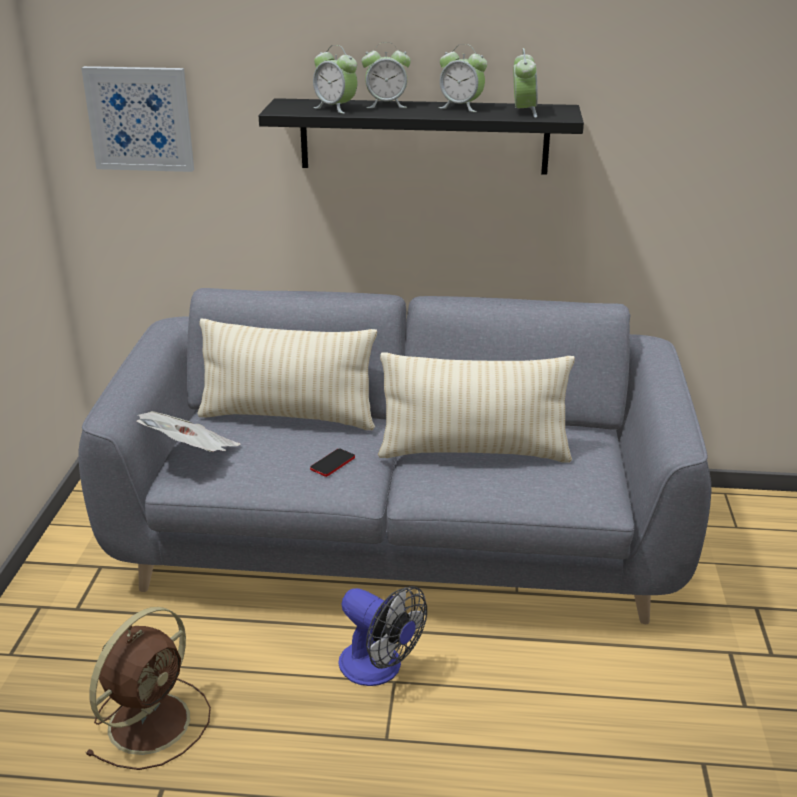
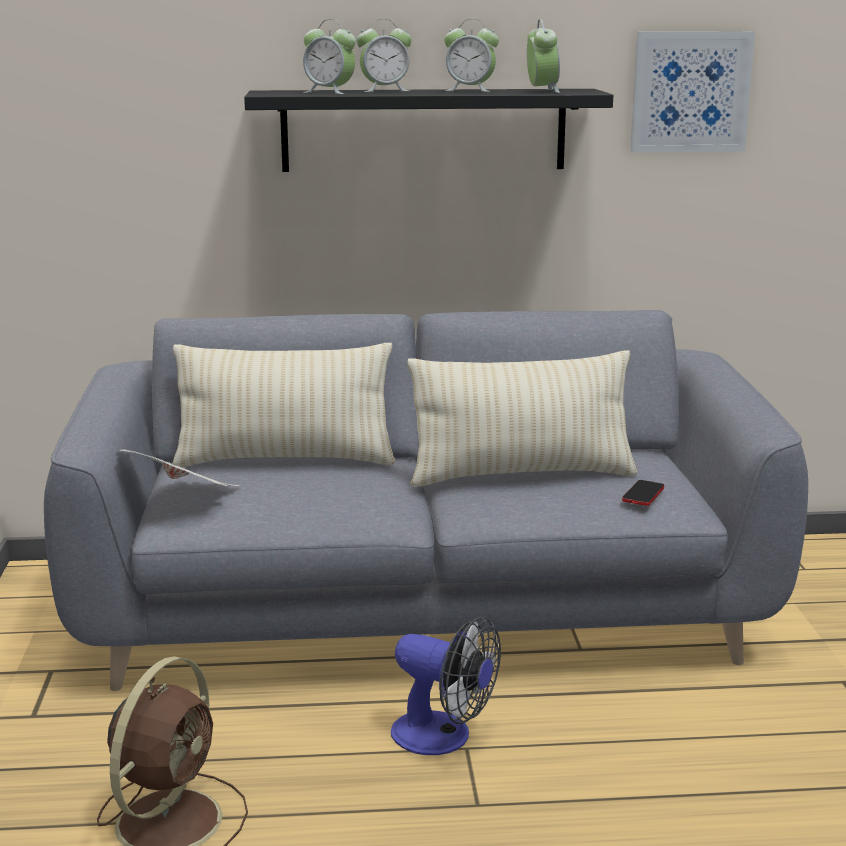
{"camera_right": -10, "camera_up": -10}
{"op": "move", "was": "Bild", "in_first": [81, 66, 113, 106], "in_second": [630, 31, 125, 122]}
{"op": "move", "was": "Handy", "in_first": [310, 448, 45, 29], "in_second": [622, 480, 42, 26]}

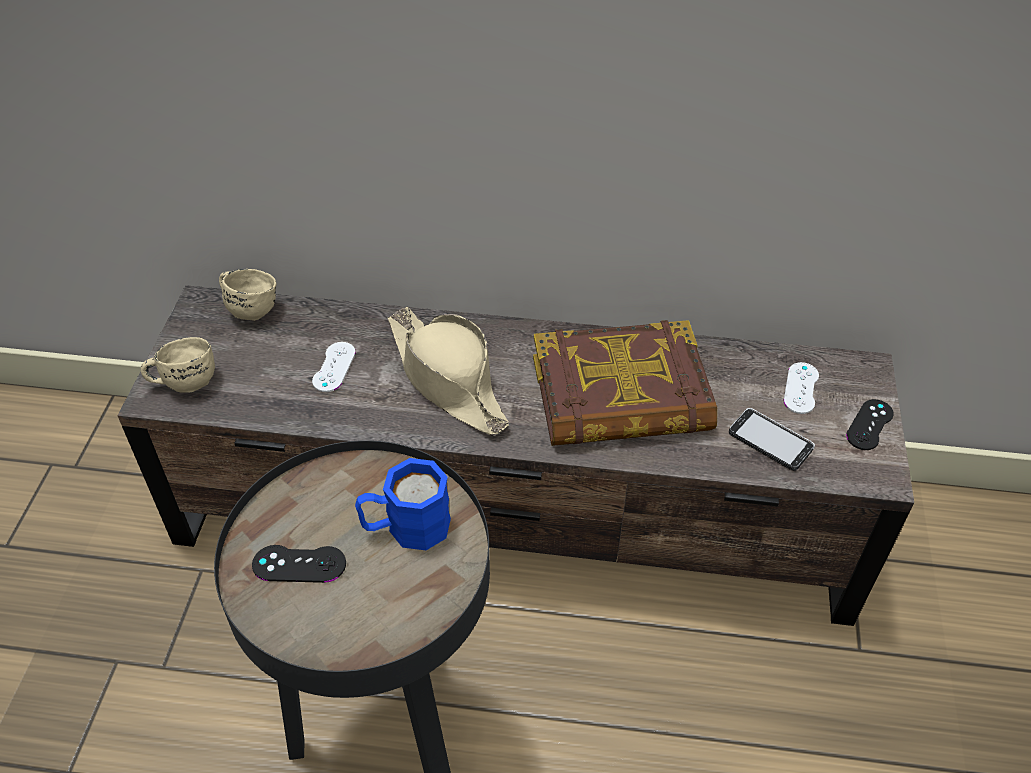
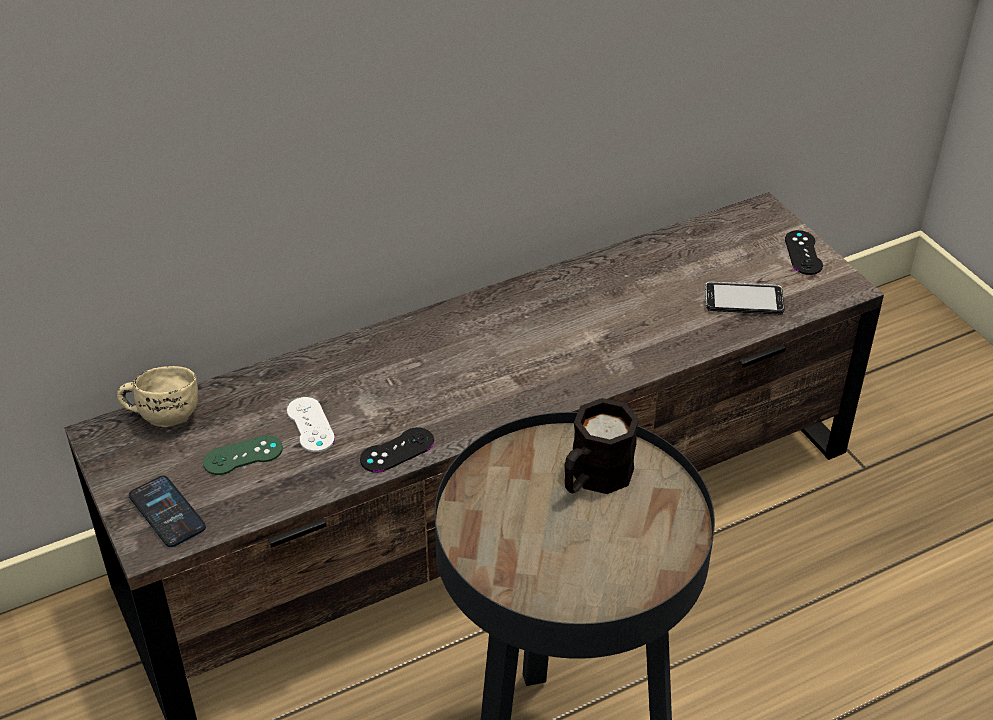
{"camera_right": -35, "camera_up": -5}
{"op": "replace", "was": "Henkelbecher (beige)", "now": "Handy", "in_first": [141, 337, 74, 56], "in_second": [129, 475, 77, 72]}
{"op": "move", "was": "Gamepad (schwarz)", "in_first": [252, 545, 94, 38], "in_second": [360, 427, 74, 46]}
{"op": "recolor", "was": "Henkelbecher (blau)", "now": "Henkelbecher (schwarz)", "in_first": [355, 458, 96, 92], "in_second": [564, 398, 75, 96]}
{"op": "delete", "was": "Hut (beige)", "in_first": [388, 307, 121, 129]}
{"op": "delete", "was": "Buch", "in_first": [533, 320, 184, 126]}
{"op": "delete", "was": "Gamepad (weiß)", "in_first": [784, 362, 35, 52]}
{"op": "insert", "now": "Gamepad (grün)", "in_second": [203, 435, 80, 40]}

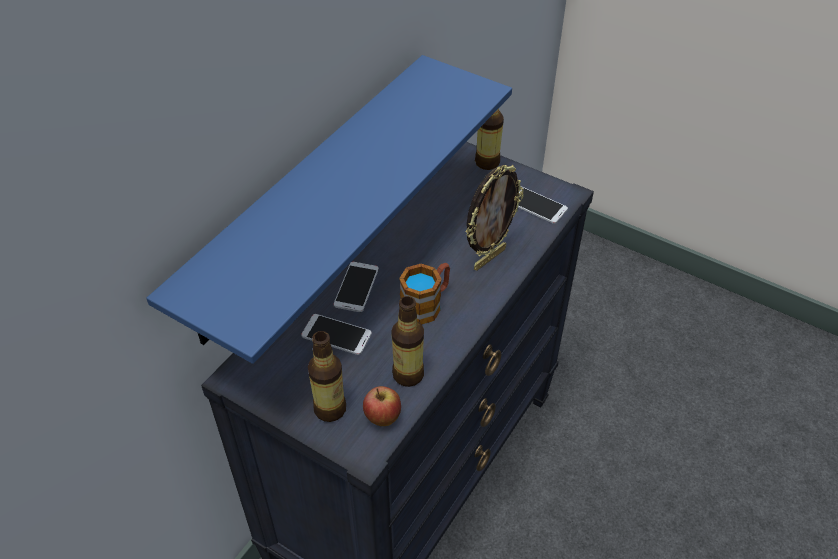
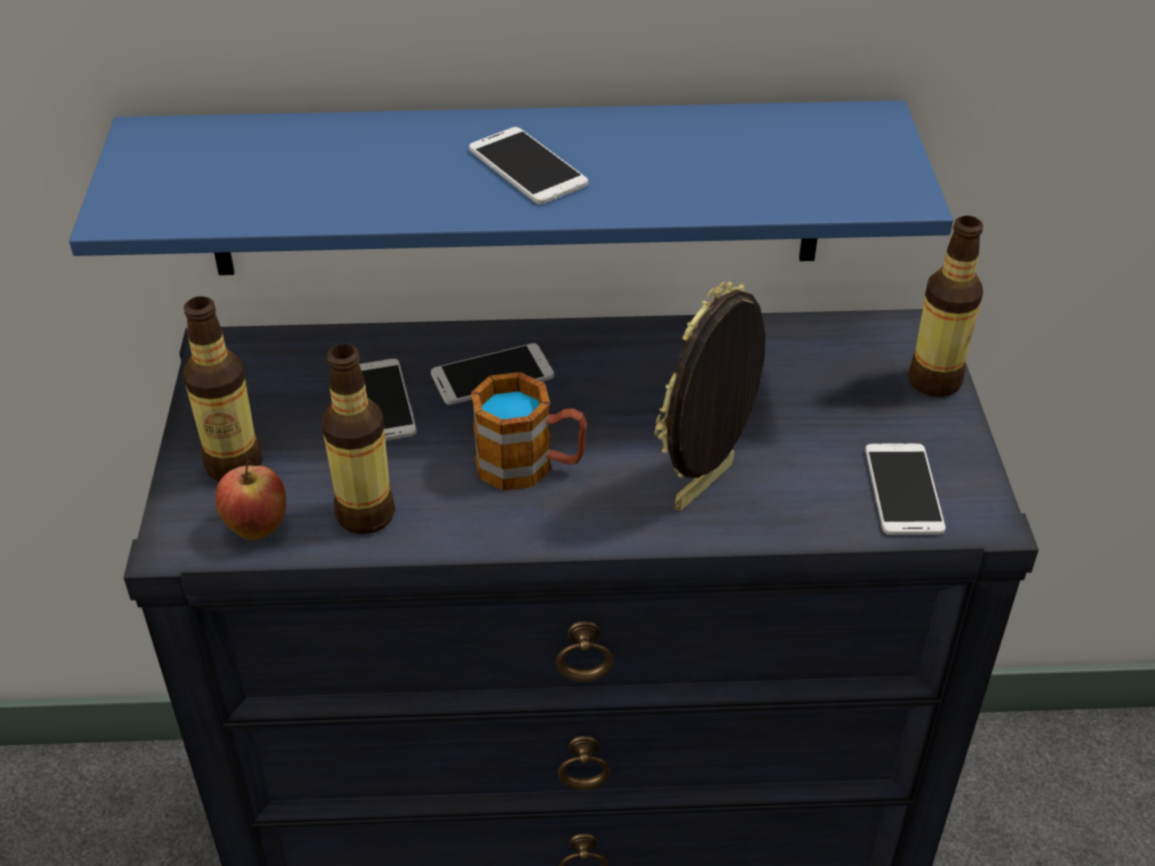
{"camera_right": 55, "camera_up": -5}
{"op": "rotate", "was": "Bilderrahmen", "in_first": [466, 165, 58, 106], "in_second": [654, 282, 111, 229], "clockwise": 120}
{"op": "insert", "now": "Handy", "in_second": [469, 127, 119, 77]}

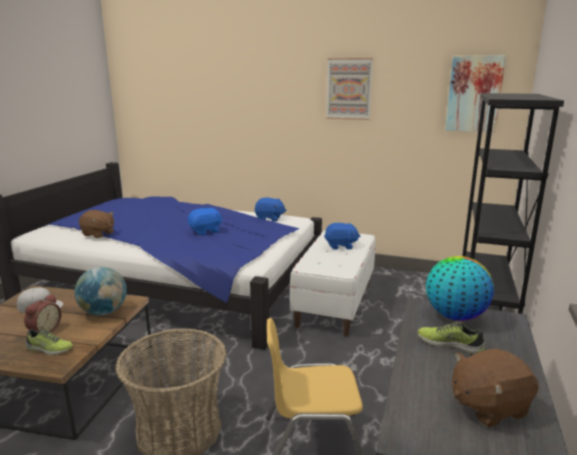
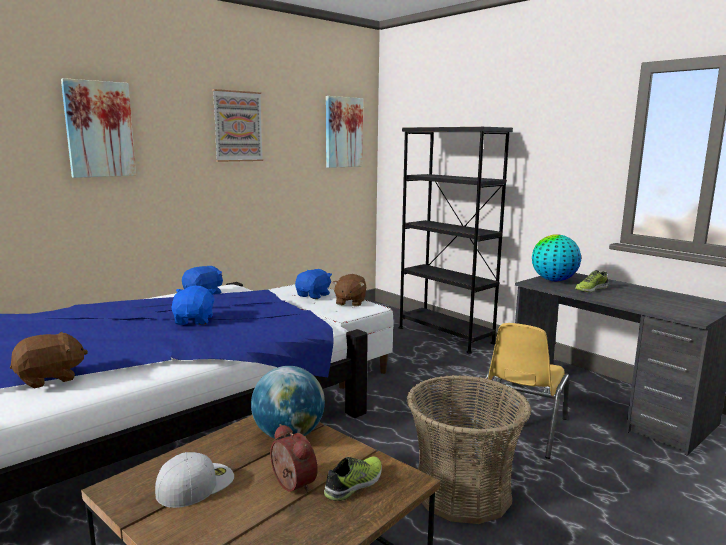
{"camera_right": -60, "camera_up": -5}
{"op": "move", "was": "Plüschtier (braun)", "in_first": [452, 349, 87, 78], "in_second": [332, 274, 34, 32]}
{"op": "insert", "now": "Bild", "in_second": [61, 78, 75, 100]}

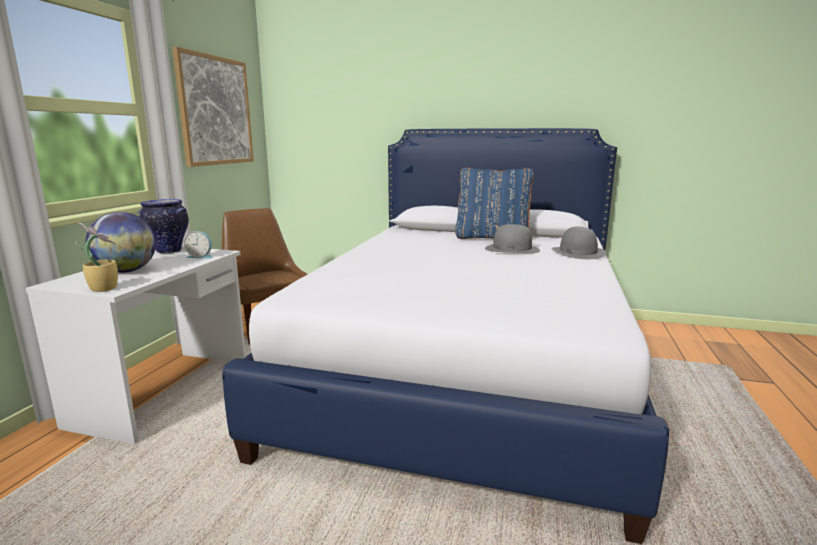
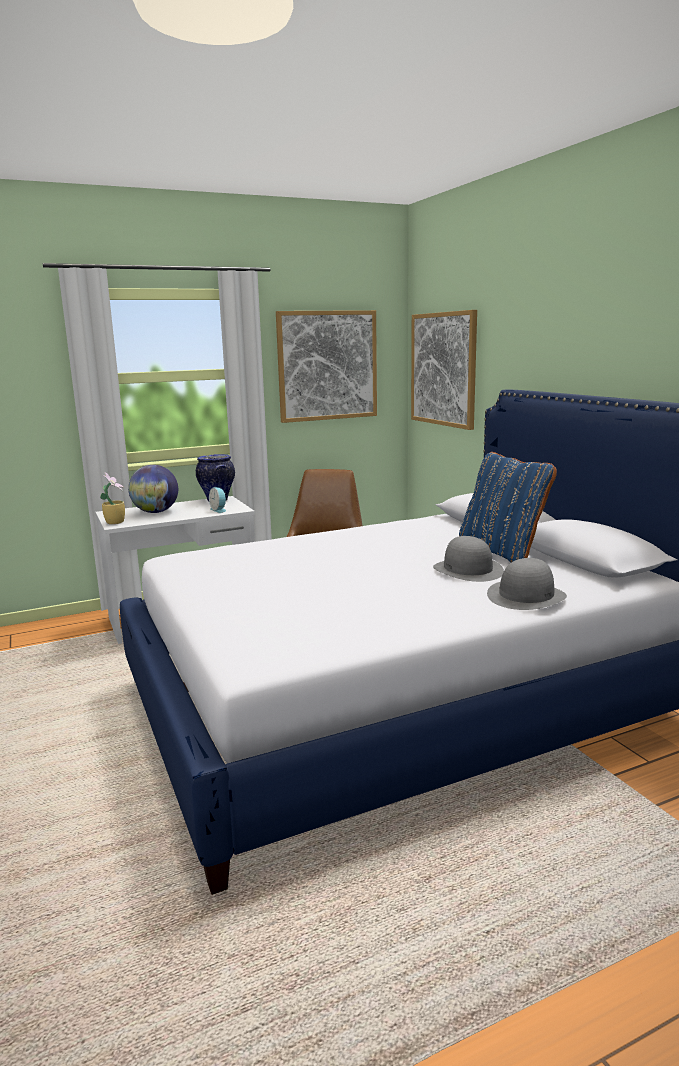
{"camera_right": 50, "camera_up": 0}
{"op": "insert", "now": "Bild", "in_second": [411, 310, 66, 120]}

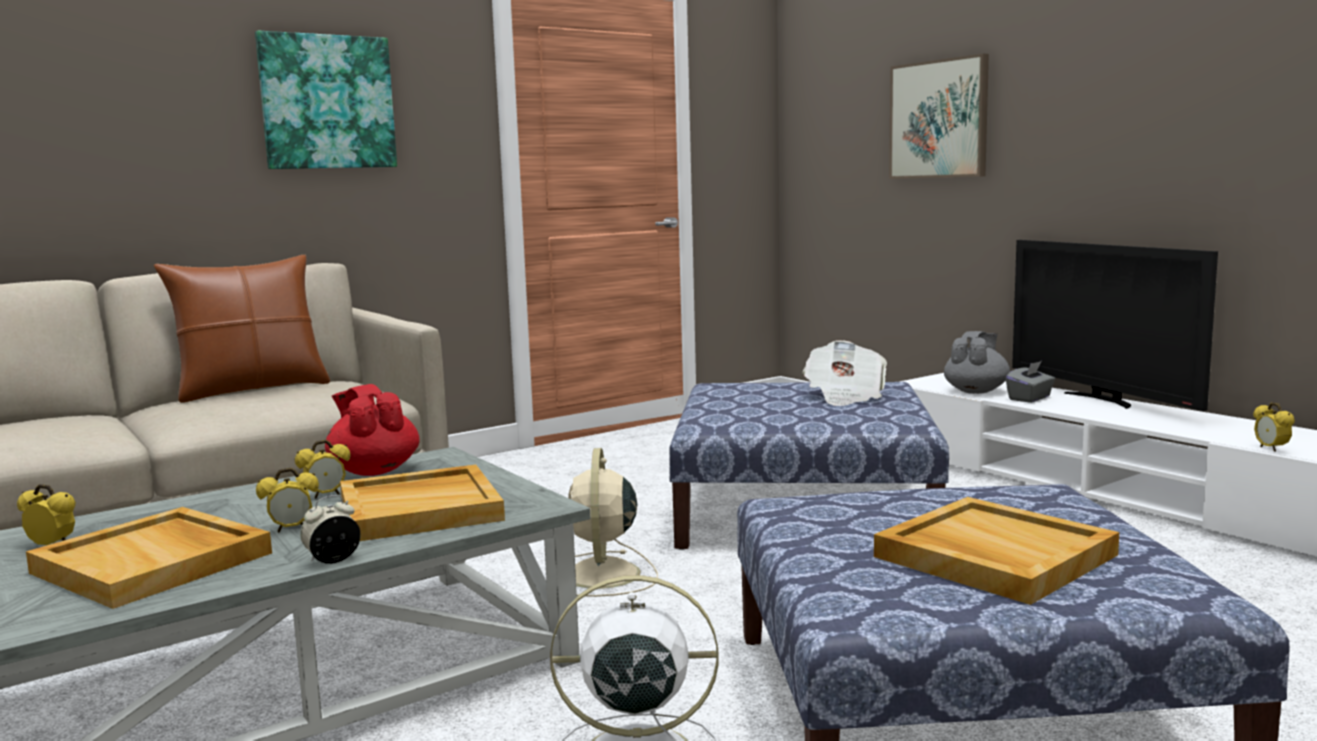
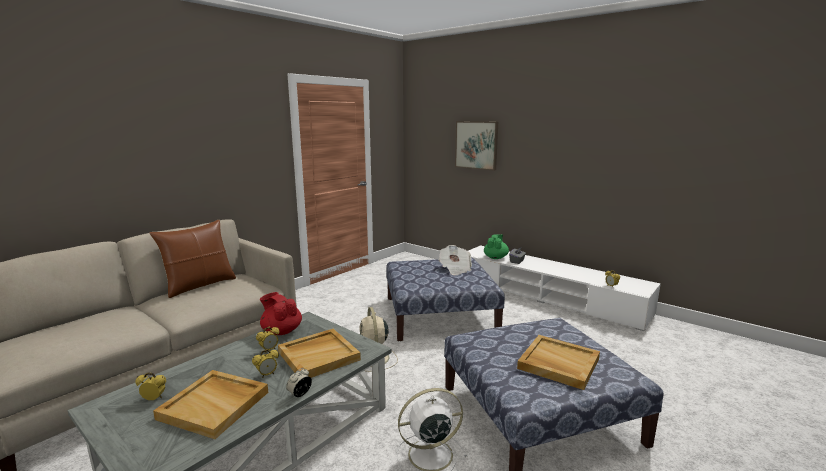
{"camera_right": -15, "camera_up": 5}
{"op": "delete", "was": "Bild", "in_first": [255, 31, 142, 138]}
{"op": "recolor", "was": "Teekanne (grau)", "now": "Teekanne (grün)", "in_first": [944, 331, 66, 63], "in_second": [484, 234, 25, 25]}
{"op": "delete", "was": "Fernseher", "in_first": [1012, 240, 206, 171]}

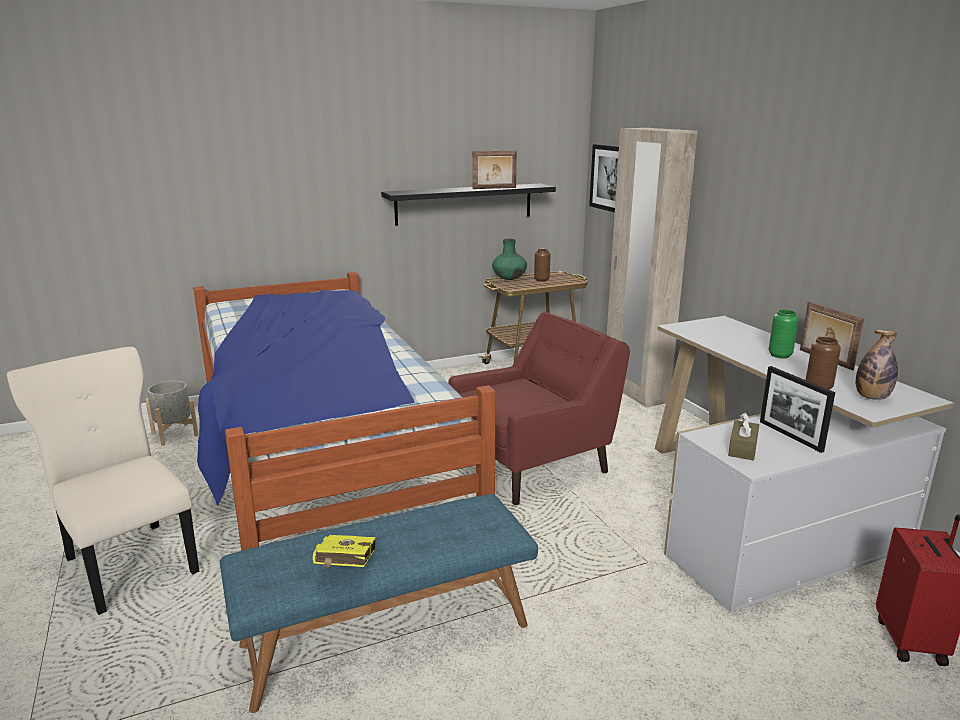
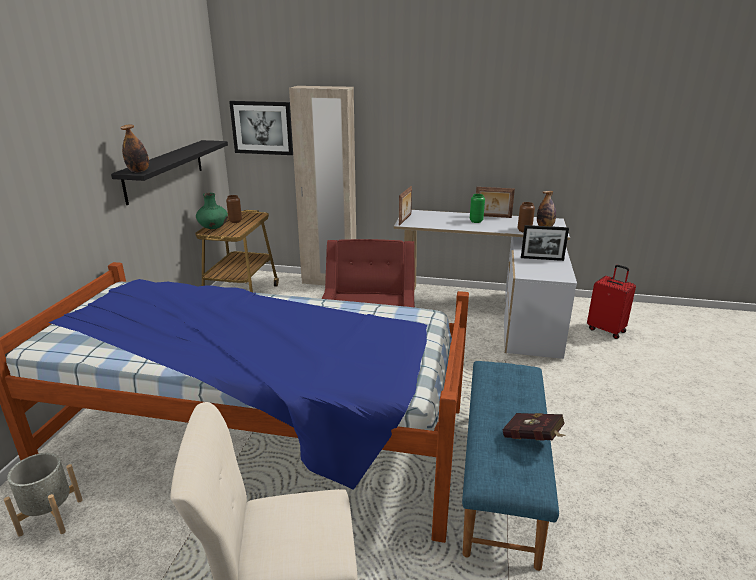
{"camera_right": -55, "camera_up": 5}
{"op": "recolor", "was": "Buch (gelb)", "now": "Buch (rot)", "in_first": [313, 535, 63, 33], "in_second": [503, 413, 63, 28]}
{"op": "move", "was": "Bilderrahmen", "in_first": [472, 150, 45, 39], "in_second": [399, 186, 13, 40]}
{"op": "delete", "was": "Taschentuchbox (braun)", "in_first": [728, 413, 31, 48]}
{"op": "insert", "now": "Flasche", "in_second": [120, 124, 29, 48]}

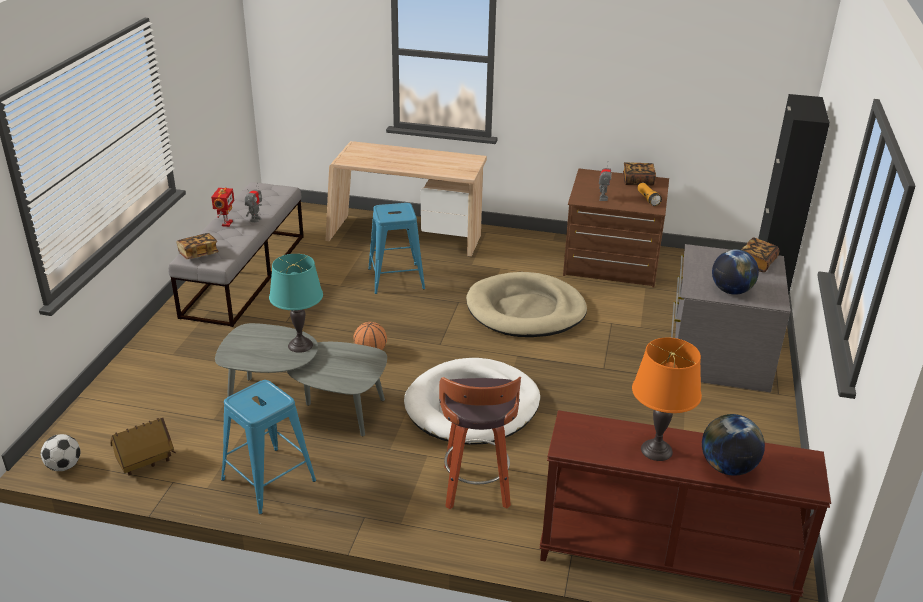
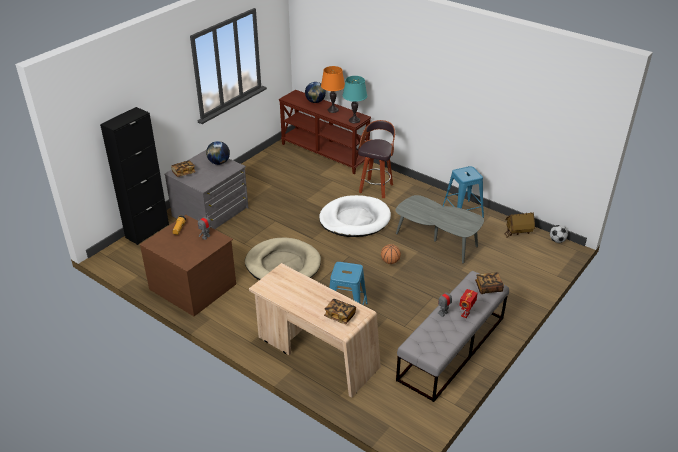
{"camera_right": -155, "camera_up": 5}
{"op": "move", "was": "Tischlampe (türkis)", "in_first": [269, 254, 54, 99], "in_second": [343, 76, 24, 47]}
{"op": "move", "was": "Buch", "in_first": [623, 162, 33, 23], "in_second": [324, 299, 32, 25]}

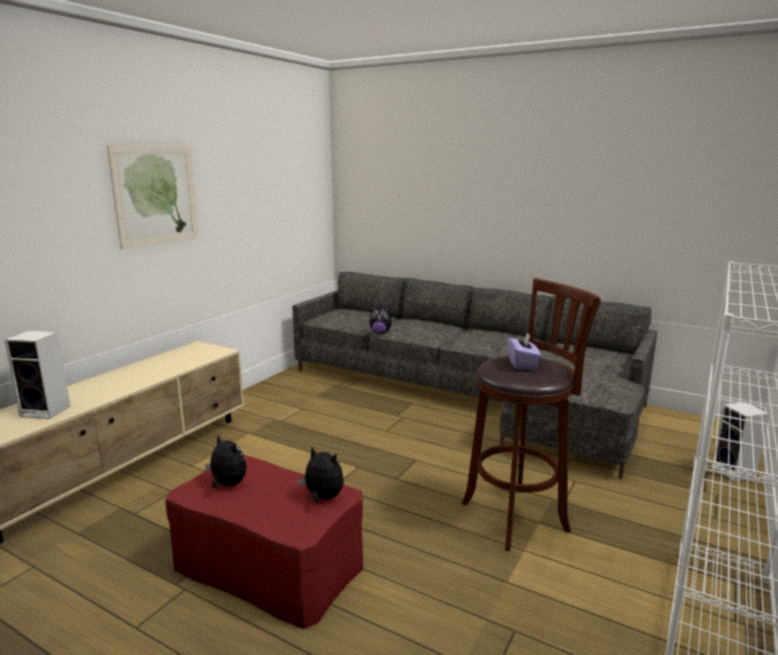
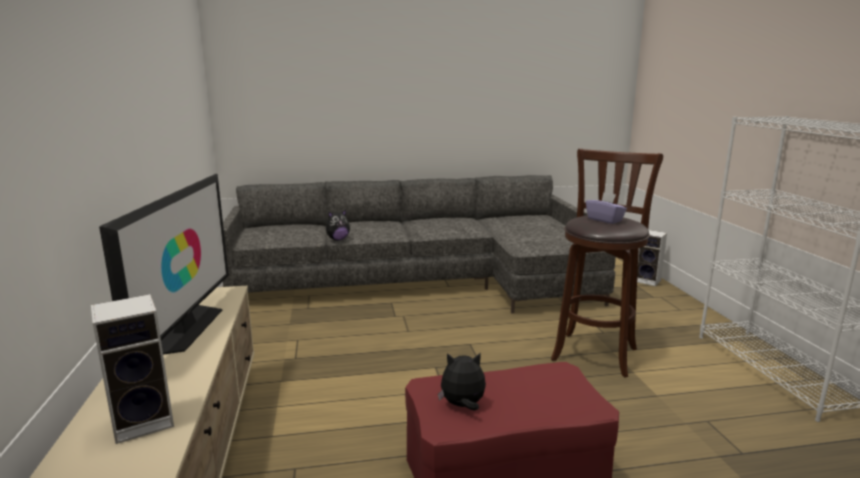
{"camera_right": -40, "camera_up": 0}
{"op": "delete", "was": "Bild", "in_first": [107, 145, 92, 104]}
{"op": "delete", "was": "Plüschtier", "in_first": [298, 447, 46, 56]}
{"op": "insert", "now": "Fernseher", "in_second": [99, 174, 130, 181]}

